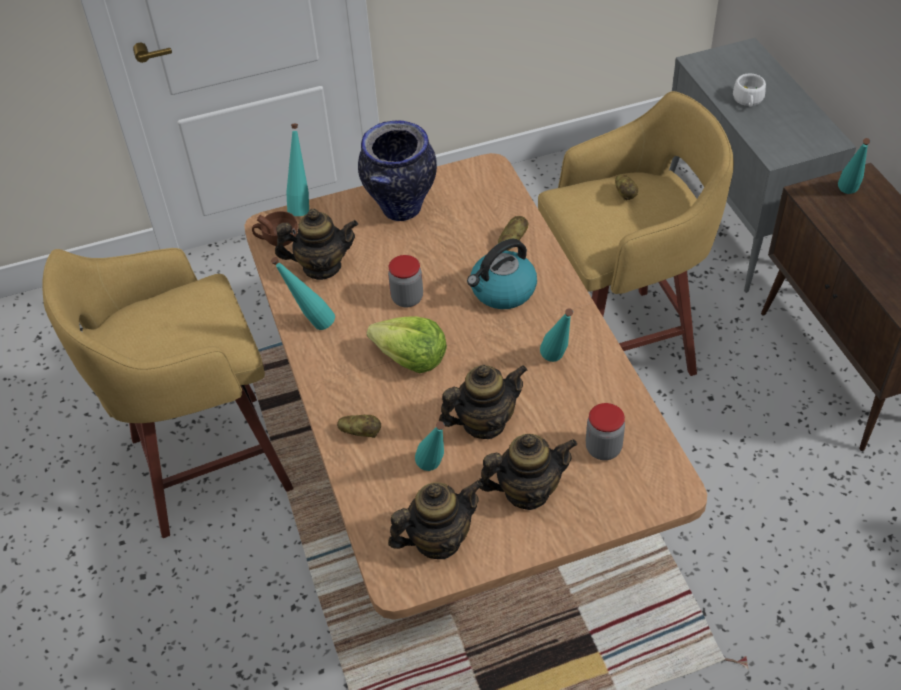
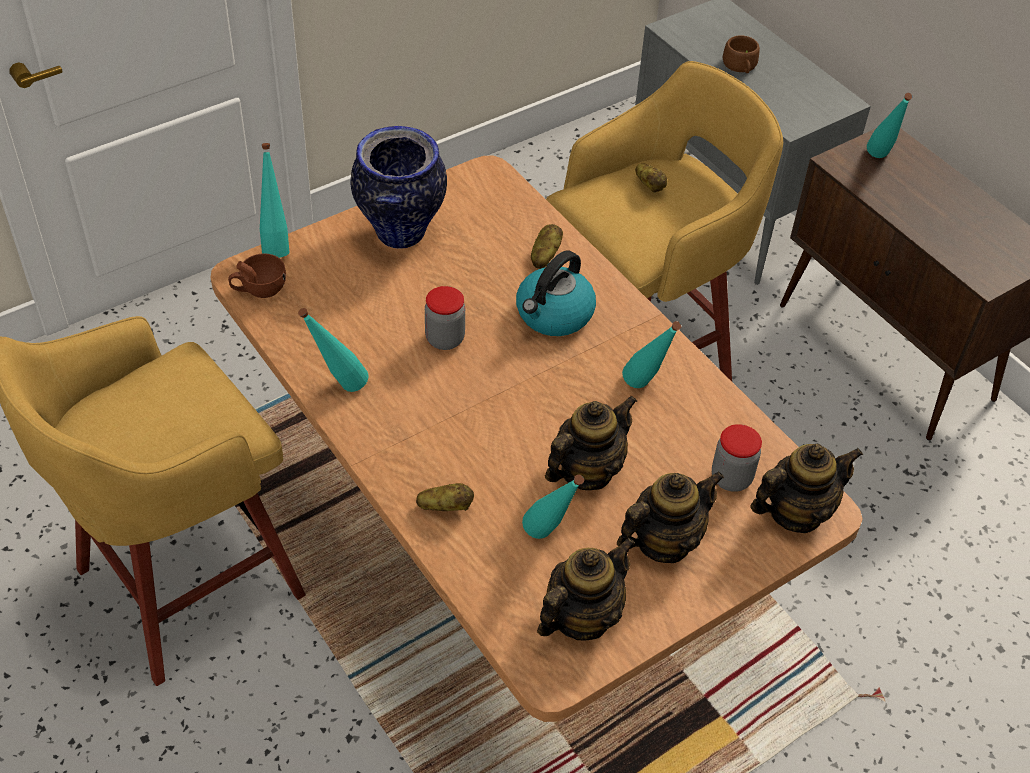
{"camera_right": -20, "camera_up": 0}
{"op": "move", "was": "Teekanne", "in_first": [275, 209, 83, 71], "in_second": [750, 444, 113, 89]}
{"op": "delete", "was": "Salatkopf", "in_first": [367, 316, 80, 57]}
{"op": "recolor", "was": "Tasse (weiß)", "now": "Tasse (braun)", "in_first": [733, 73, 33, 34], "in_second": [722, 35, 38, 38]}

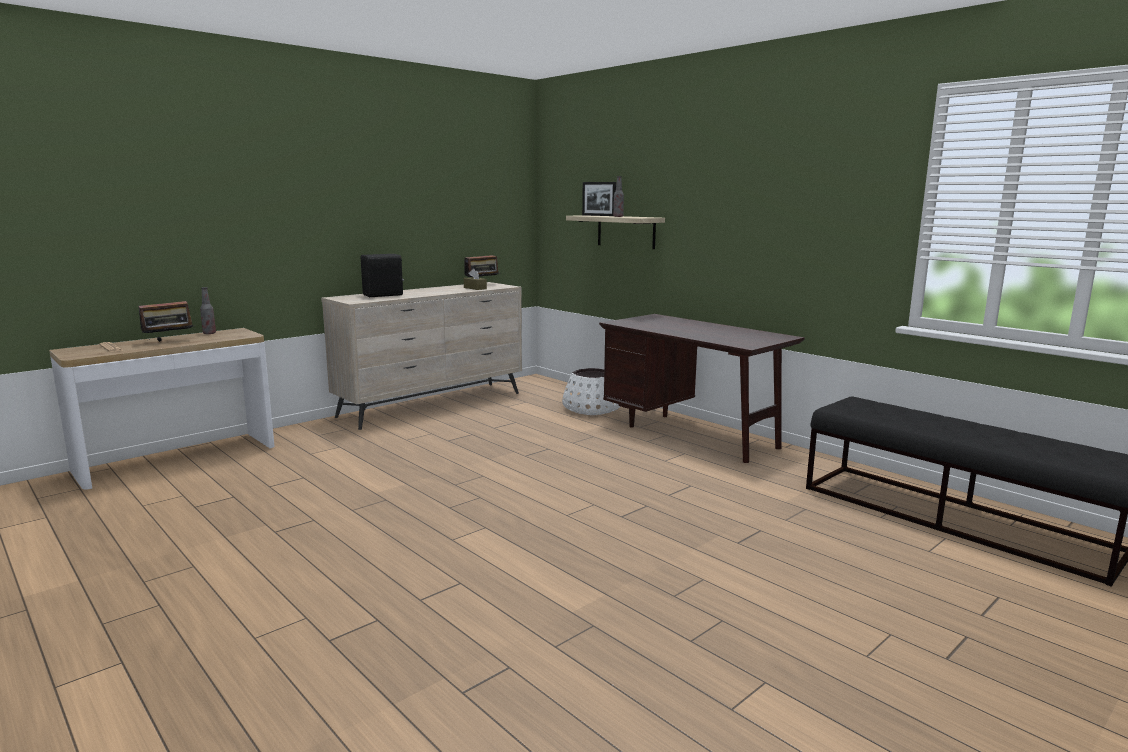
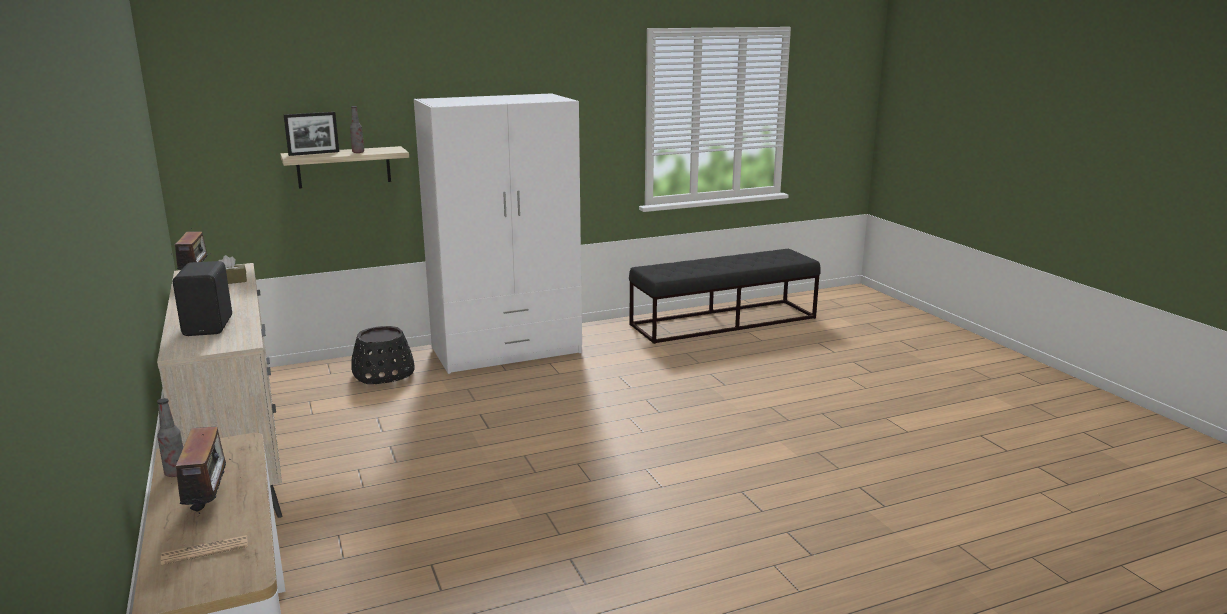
{"camera_right": -70, "camera_up": 5}
{"op": "recolor", "was": "Pflanzkübel (weiß)", "now": "Pflanzkübel (schwarz)", "in_first": [562, 368, 58, 47], "in_second": [351, 326, 64, 58]}
{"op": "replace", "was": "Schreibtisch (braun)", "now": "Kleiderschrank (weiß)", "in_first": [599, 314, 206, 149], "in_second": [414, 93, 168, 281]}

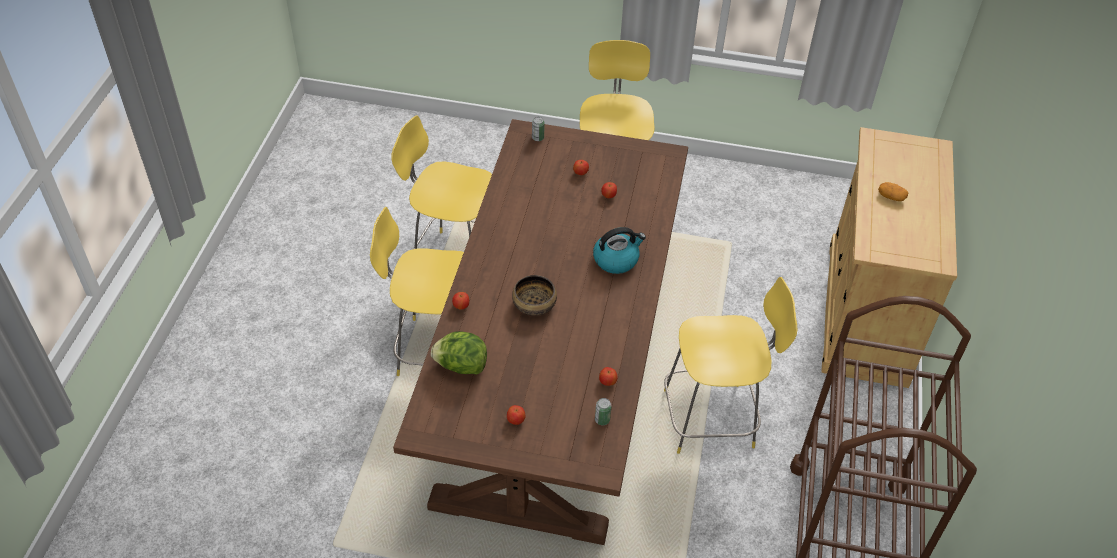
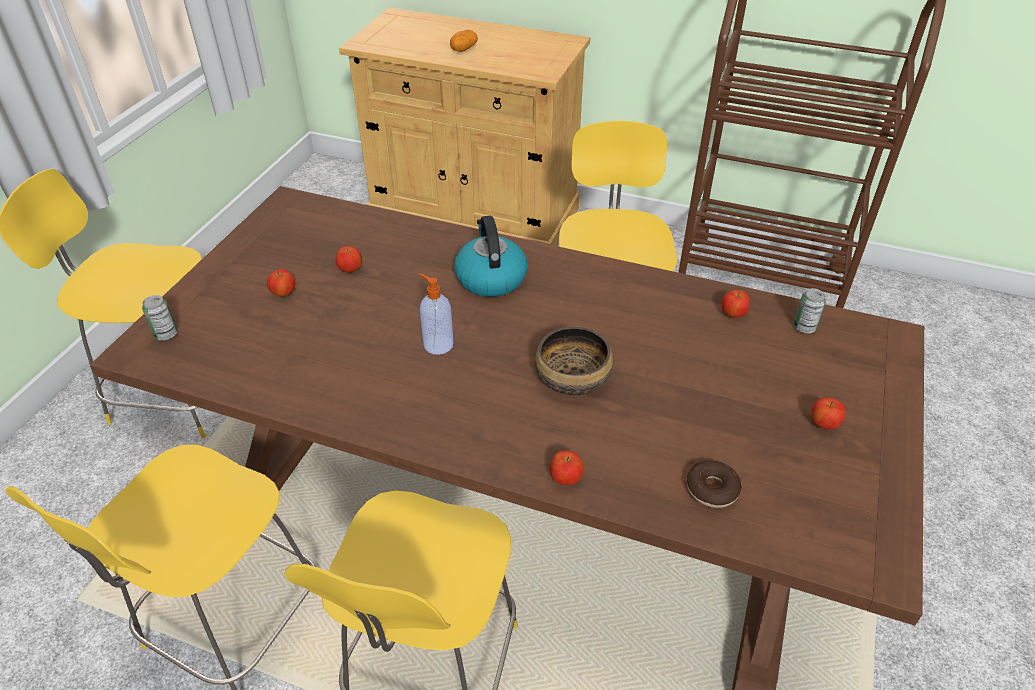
{"camera_right": -80, "camera_up": -5}
{"op": "replace", "was": "Salatkopf", "now": "Donut", "in_first": [431, 331, 56, 44], "in_second": [687, 460, 55, 48]}
{"op": "insert", "now": "Seifenspender", "in_second": [418, 273, 36, 82]}

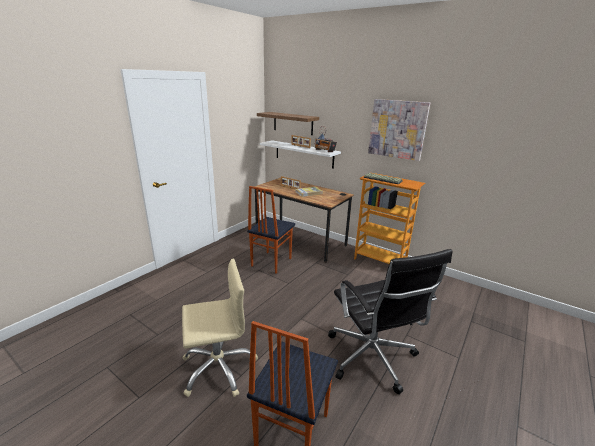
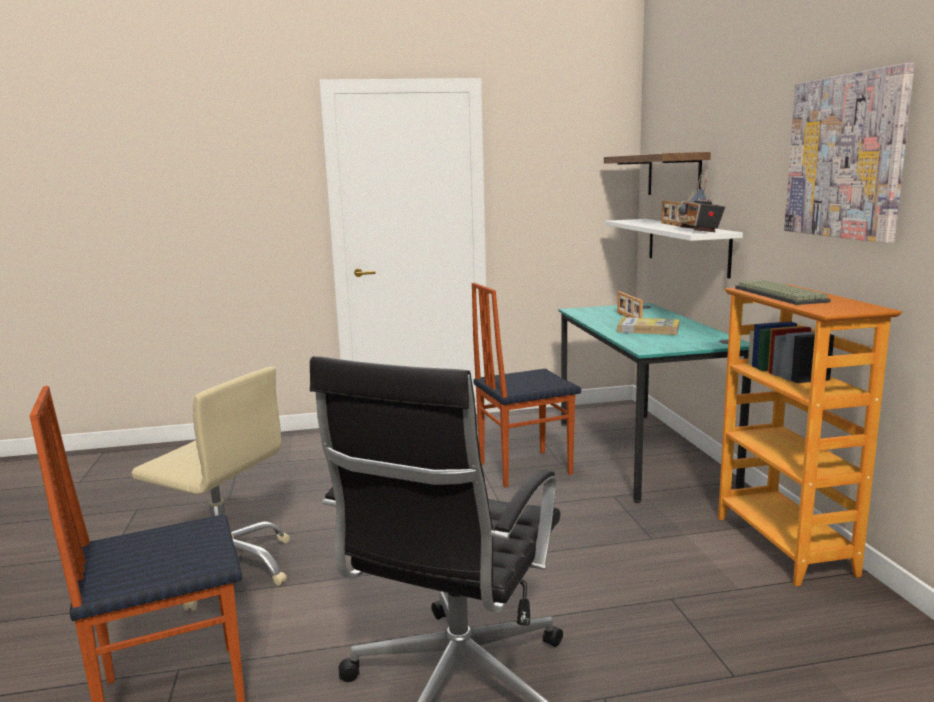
{"camera_right": 45, "camera_up": -10}
{"op": "recolor", "was": "Schreibtisch (braun)", "now": "Schreibtisch (türkis)", "in_first": [254, 177, 100, 86], "in_second": [558, 303, 193, 200]}

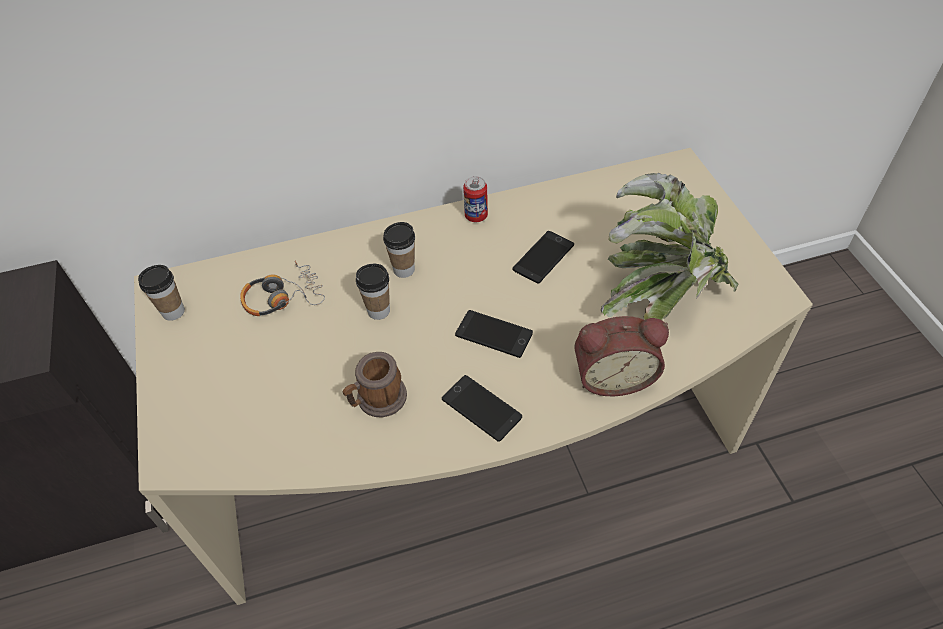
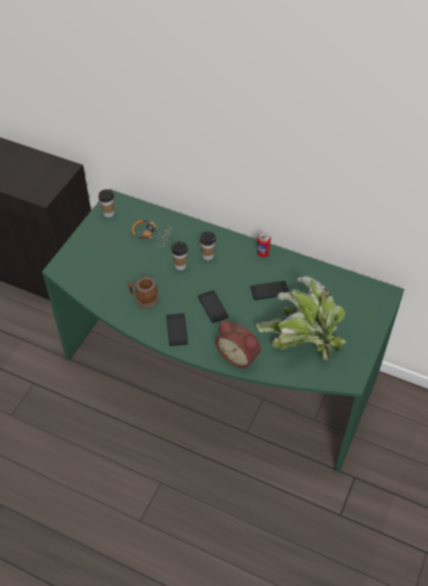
{"camera_right": 40, "camera_up": 0}
{"op": "recolor", "was": "Schreibtisch (beige)", "now": "Schreibtisch (grün)", "in_first": [134, 148, 679, 457], "in_second": [42, 189, 362, 284]}

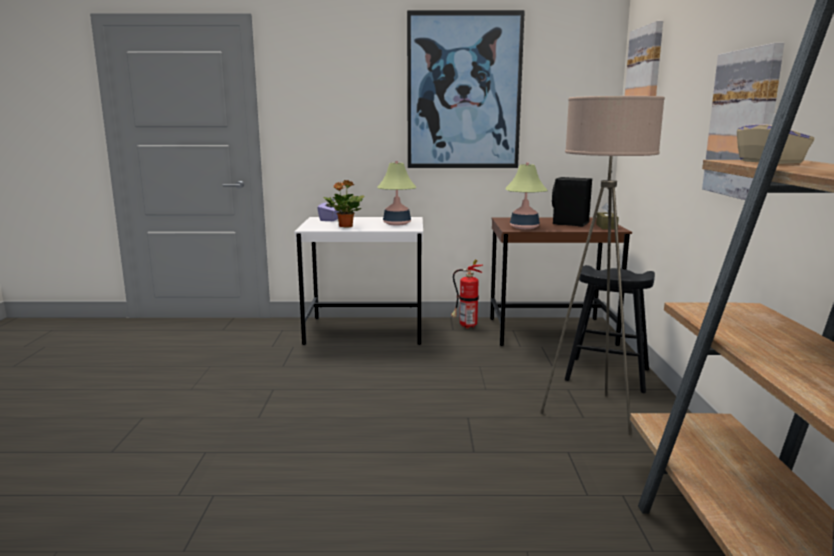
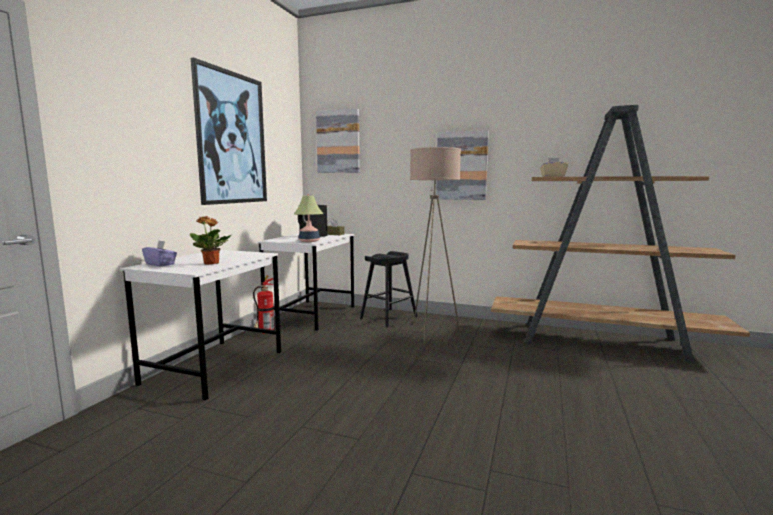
{"camera_right": -70, "camera_up": -5}
{"op": "delete", "was": "Tischlampe", "in_first": [377, 161, 39, 64]}
{"op": "recolor", "was": "Schreibtisch (braun)", "now": "Schreibtisch (weiß)", "in_first": [490, 217, 142, 129], "in_second": [258, 233, 96, 98]}

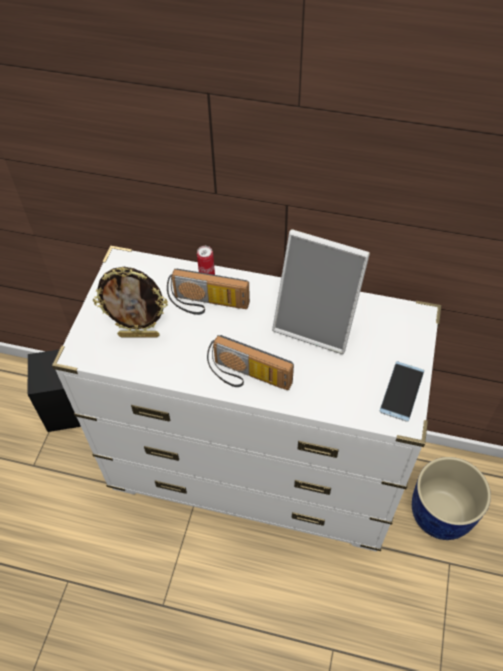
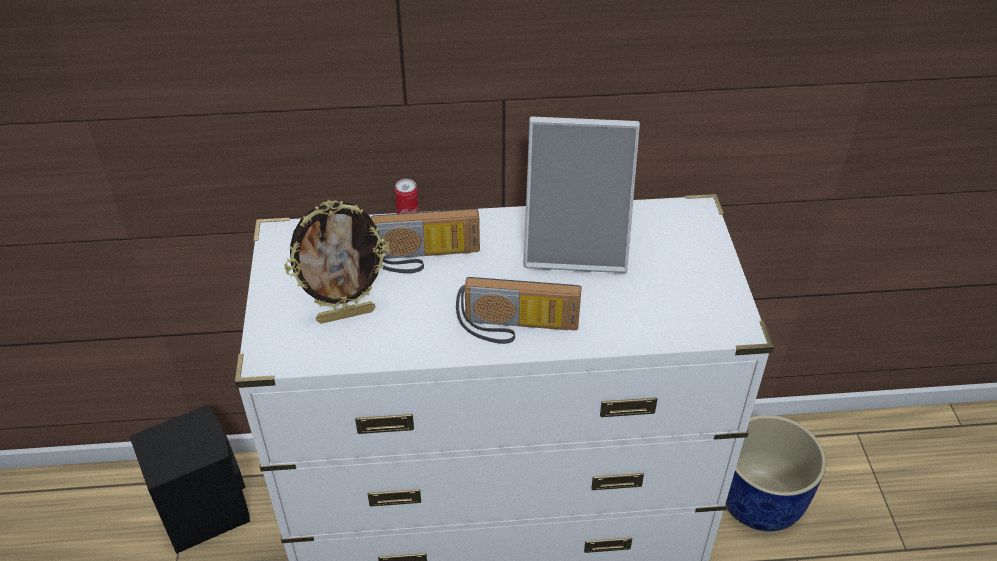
{"camera_right": -20, "camera_up": -10}
{"op": "delete", "was": "Handy", "in_first": [380, 361, 44, 61]}

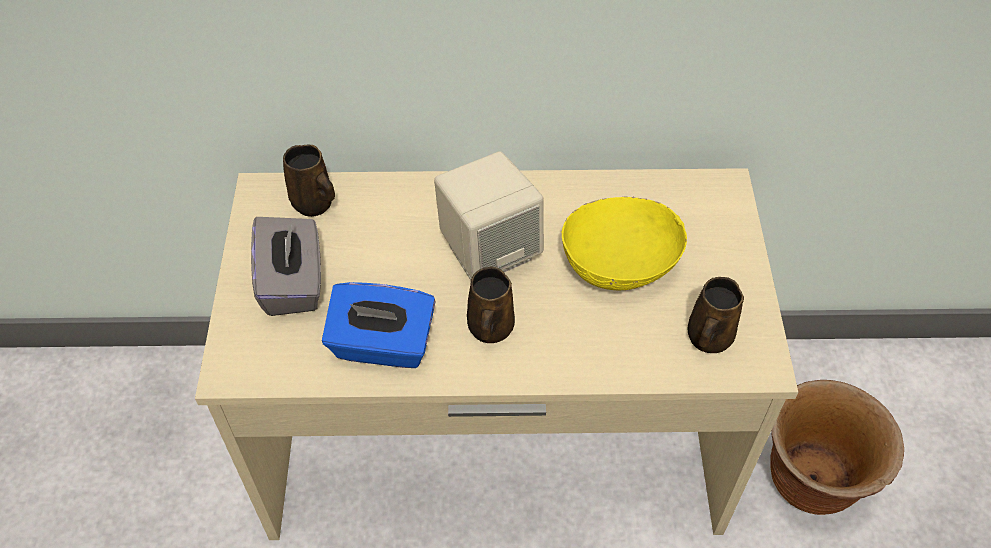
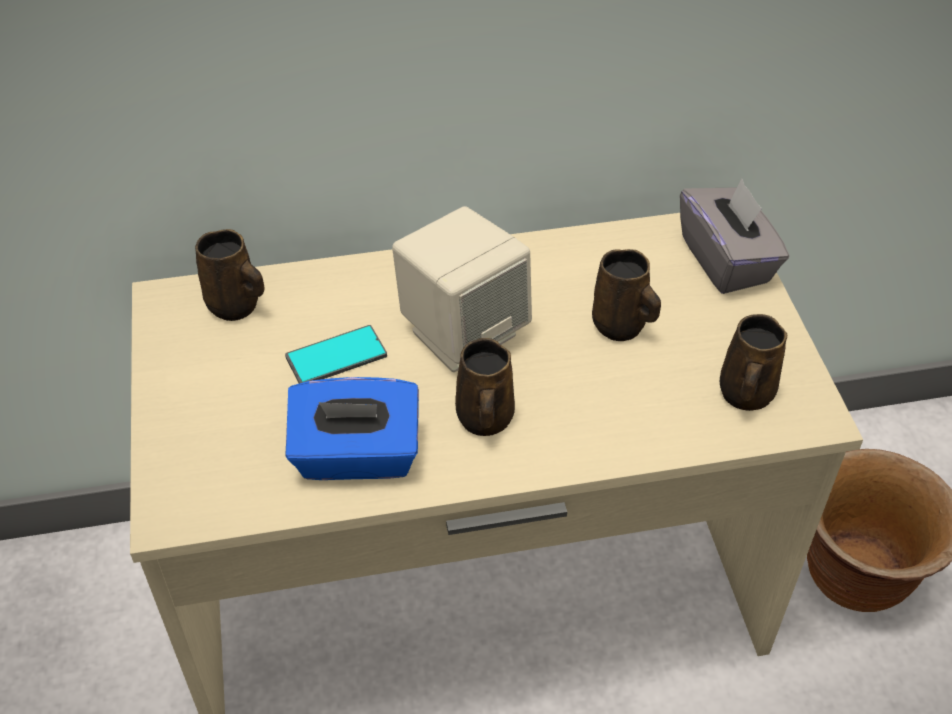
{"camera_right": -10, "camera_up": -5}
{"op": "move", "was": "Taschentuchbox (grau)", "in_first": [251, 217, 70, 99], "in_second": [680, 179, 109, 115]}
{"op": "replace", "was": "Schüssel (gelb)", "now": "Henkelbecher (braun)", "in_first": [562, 196, 125, 94], "in_second": [592, 249, 69, 92]}
{"op": "insert", "now": "Handy", "in_second": [285, 325, 102, 59]}

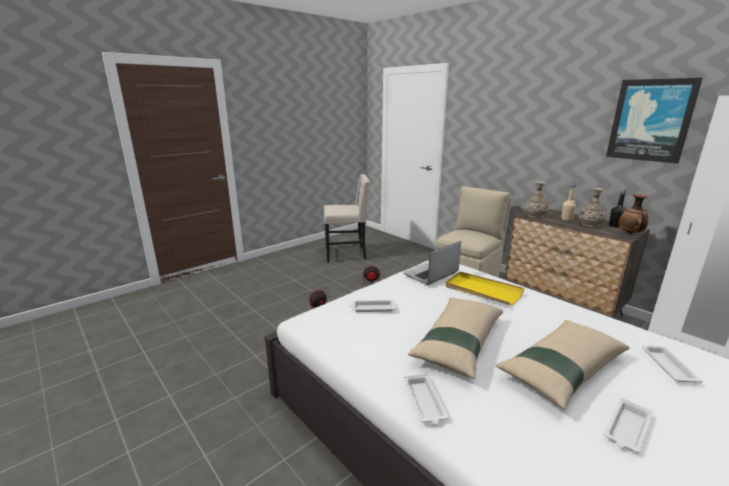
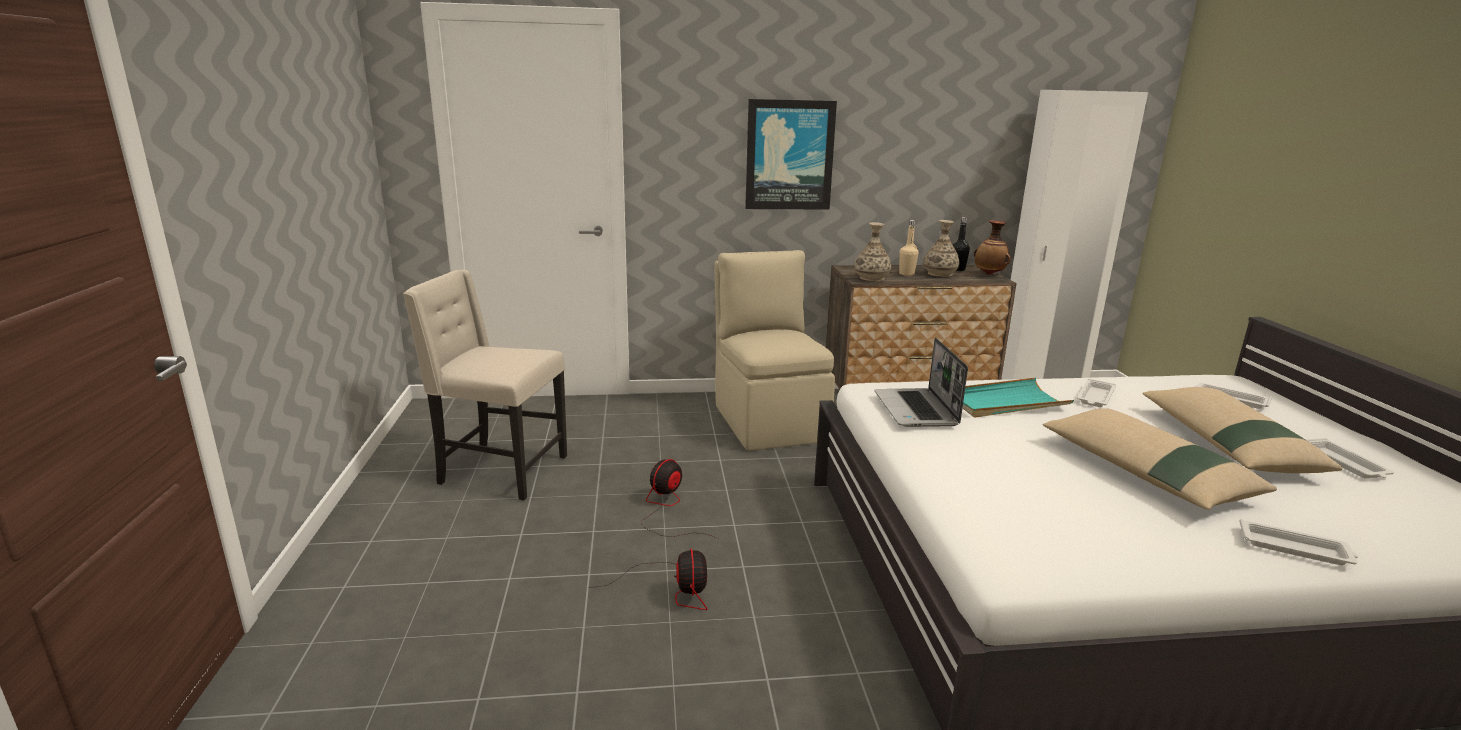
{"camera_right": -55, "camera_up": 0}
{"op": "rotate", "was": "Stuhl (beige)", "in_first": [324, 174, 46, 88], "in_second": [403, 270, 164, 230], "clockwise": -105}
{"op": "move", "was": "Tablett (weiß)", "in_first": [350, 299, 47, 13], "in_second": [1077, 379, 39, 28]}
{"op": "recolor", "was": "Tablett (gelb)", "now": "Tablett (türkis)", "in_first": [445, 272, 80, 33], "in_second": [963, 378, 111, 40]}
{"op": "move", "was": "Bild", "in_first": [606, 78, 97, 86], "in_second": [745, 99, 92, 110]}

